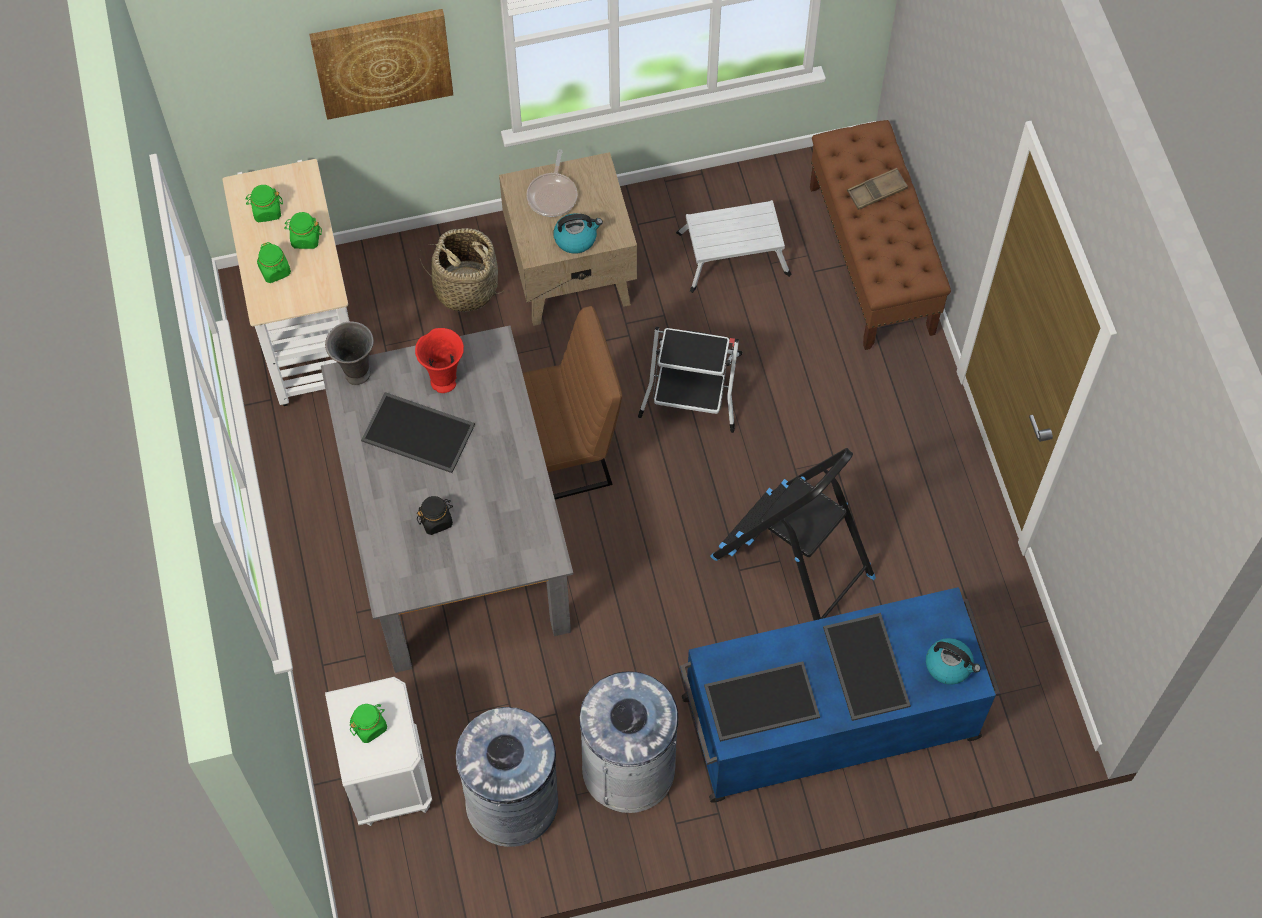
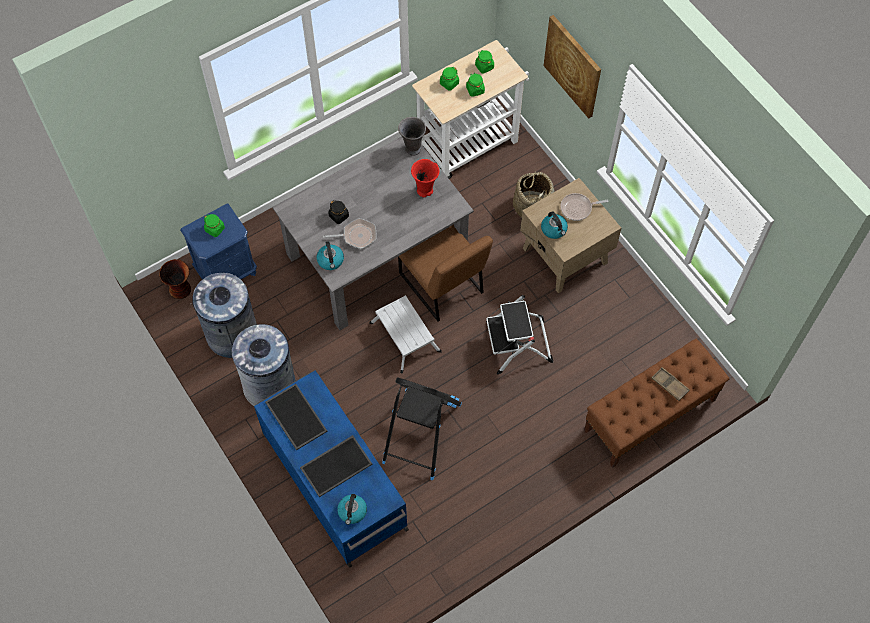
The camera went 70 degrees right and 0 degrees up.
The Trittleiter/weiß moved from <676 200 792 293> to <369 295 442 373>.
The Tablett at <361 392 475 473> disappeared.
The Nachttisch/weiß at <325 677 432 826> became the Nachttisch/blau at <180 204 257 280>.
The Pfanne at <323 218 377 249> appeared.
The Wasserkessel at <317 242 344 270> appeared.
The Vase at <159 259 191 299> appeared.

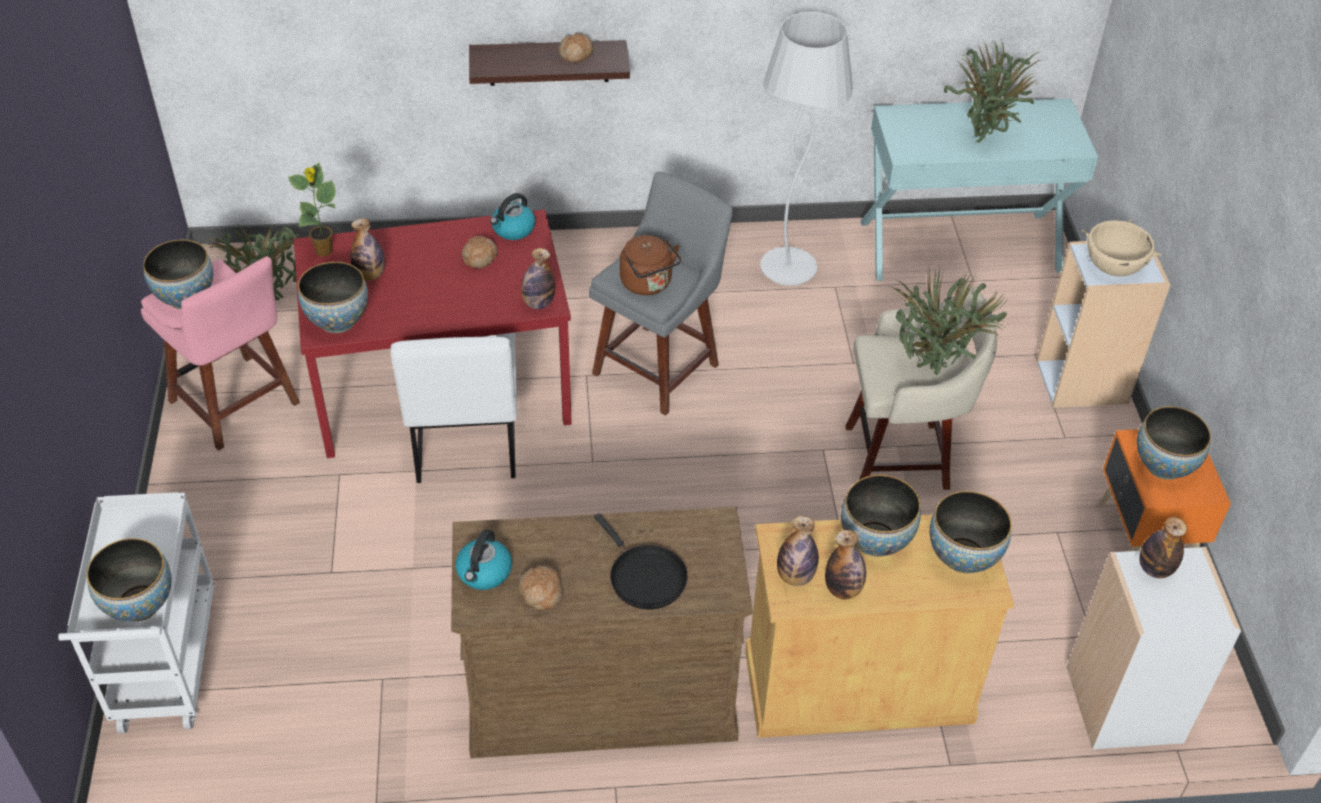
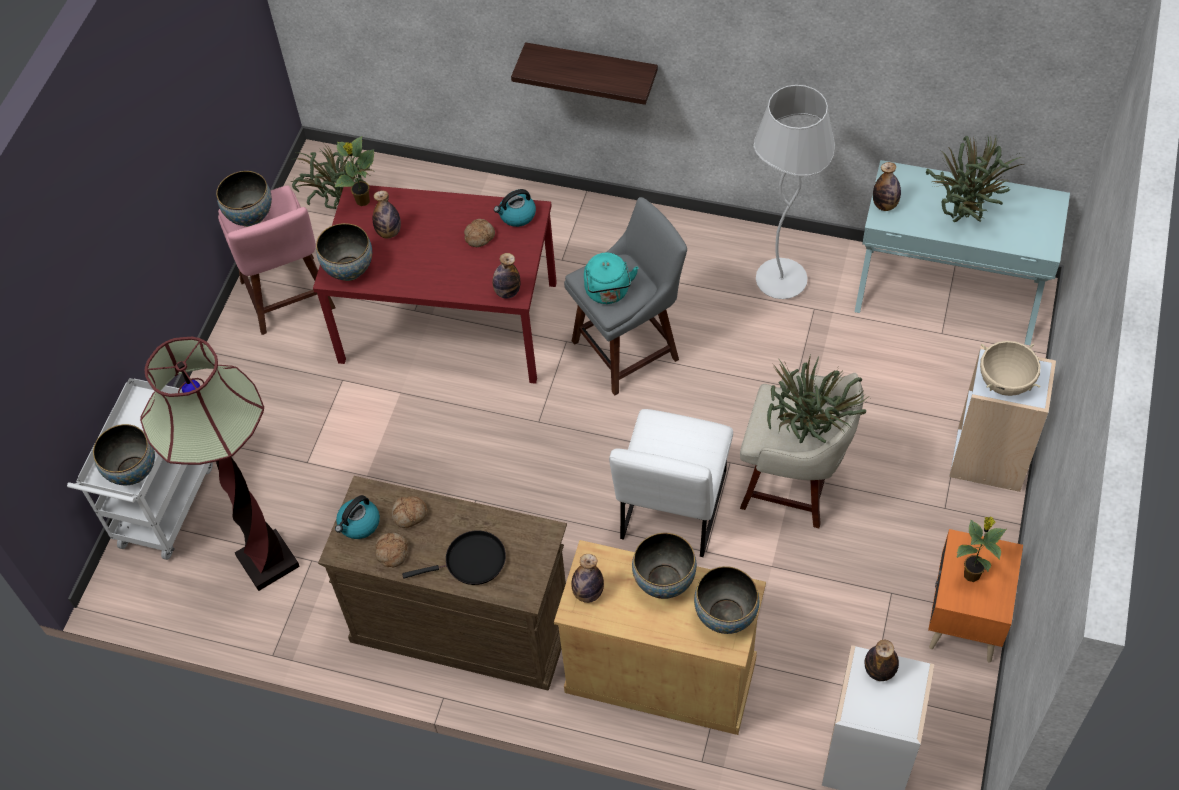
The camera went 25 degrees right and 10 degrees up.
The Brot moved from <559 34 593 63> to <392 496 428 528>.
The Wasserkessel/braun at <620 235 681 295> became the Wasserkessel/türkis at <584 253 638 304>.
The Stuhl/weiß moved from <391 332 517 483> to <609 409 733 557>.
The Schüssel at <1137 406 1211 480> was replaced by the Topfpflanze at <956 517 1007 582>.
The Pfanne/schwarz at <594 513 688 609> turned 90 degrees counterclockwise.
The Flasche moved from <825 530 866 599> to <873 162 901 211>.
The Stehlampe at <140 337 300 591> appeared.

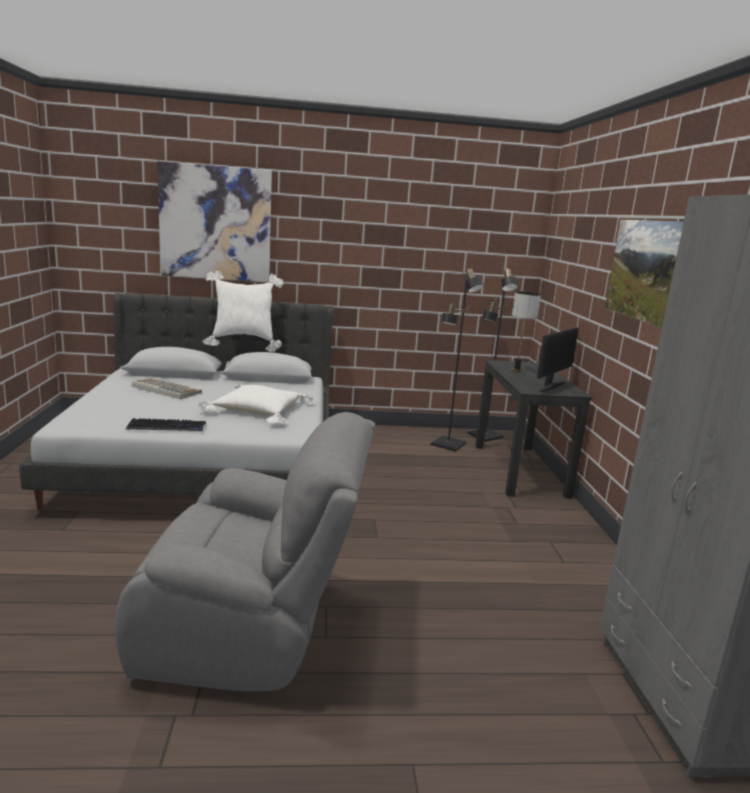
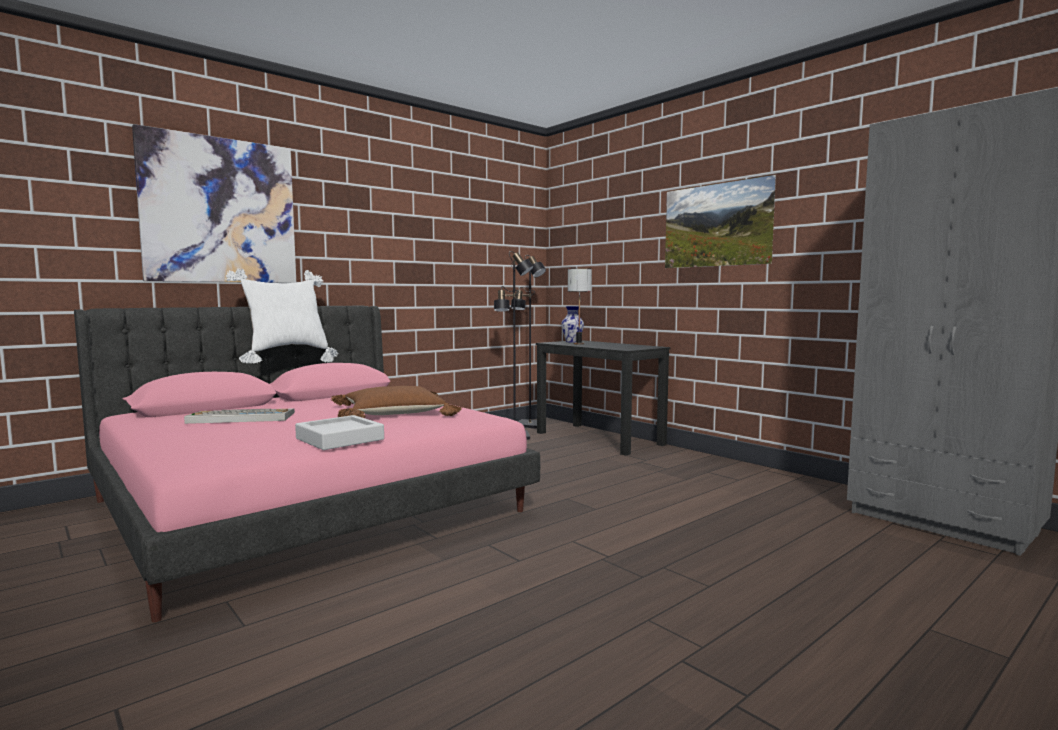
The camera went 35 degrees left and 10 degrees down.
The Bett/grau at <19 293 333 510> became the Bett/rosa at <74 306 540 622>.
The Monitor at <537 327 579 392> disappeared.
The Kissen/weiß at <197 384 315 425> became the Kissen/braun at <331 386 462 418>.
The Sessel/grau at <115 412 375 691> disappeared.
The Tastatur at <126 418 206 431> was replaced by the Tablett/grau at <295 415 384 450>.
The Vase at <561 306 584 343> appeared.

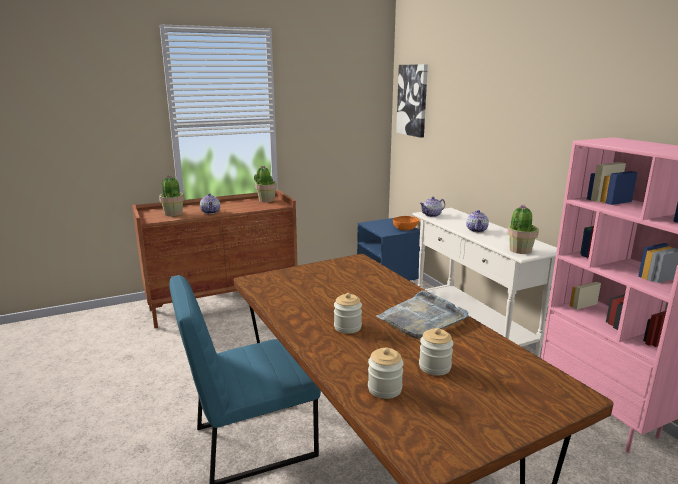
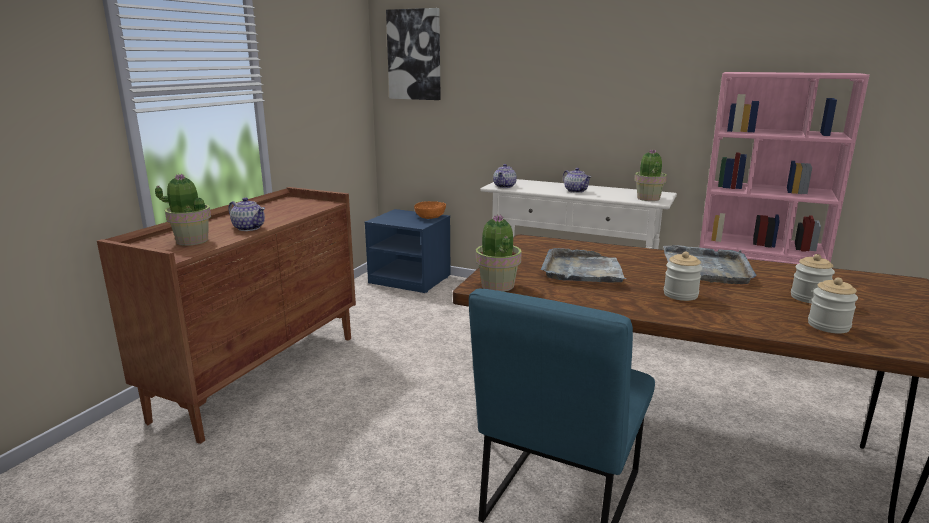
The camera went 40 degrees left and 0 degrees up.
The Topfpflanze moved from <254 165 277 202> to <476 214 522 292>.
The Tablett/grau at <541 248 626 283> appeared.

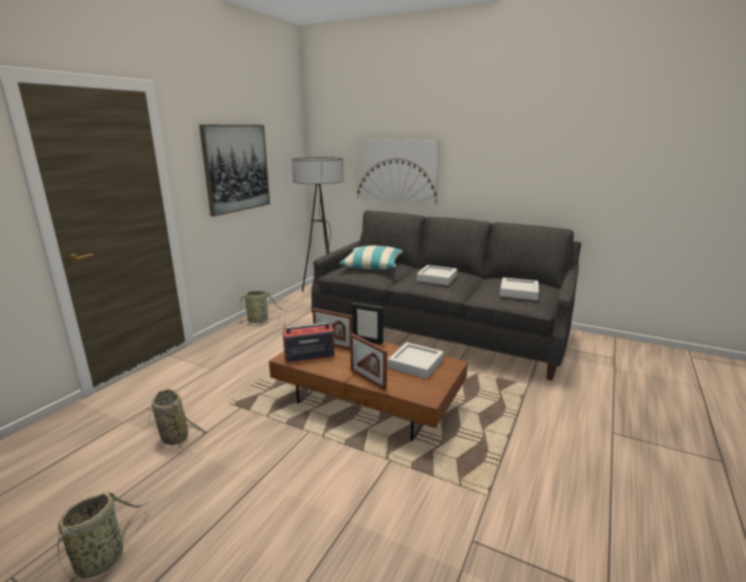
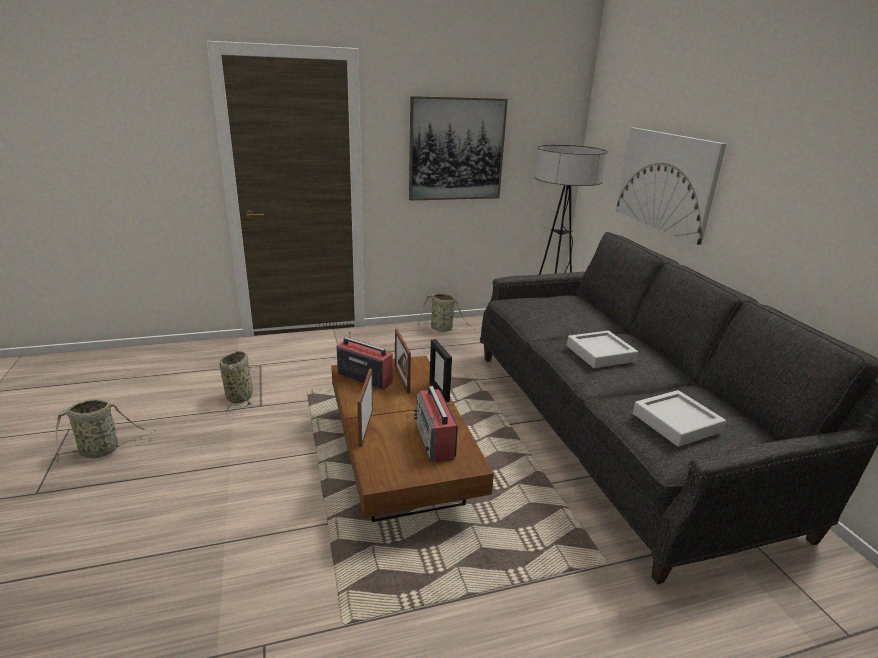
The camera went 45 degrees right and 5 degrees up.
The Kissen at <340 246 402 270> disappeared.
The Tablett/grau at <388 342 444 379> was replaced by the Radio at <414 386 458 463>.

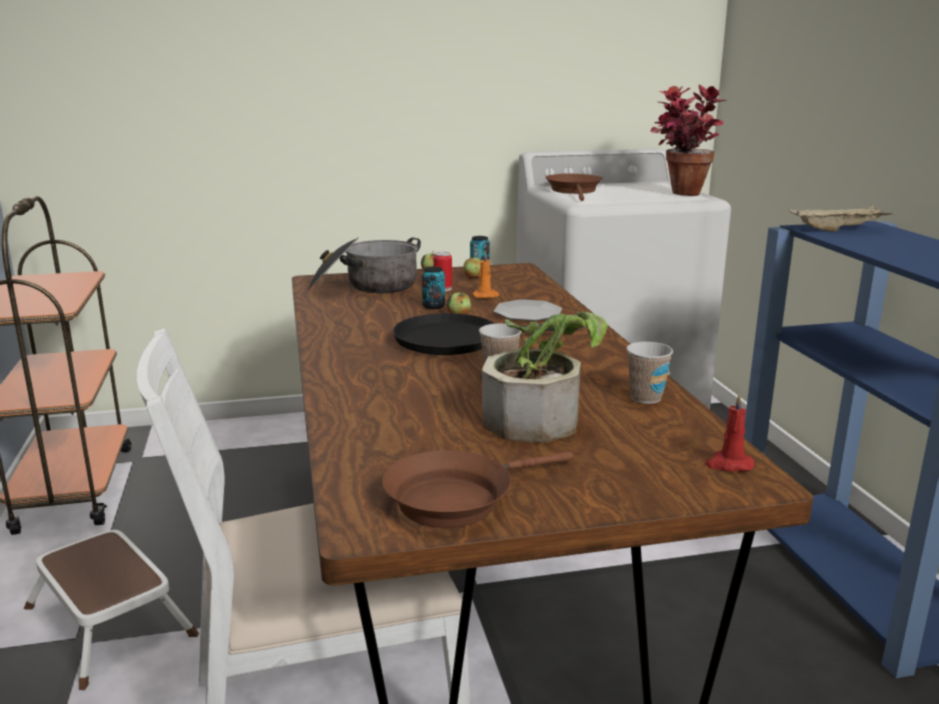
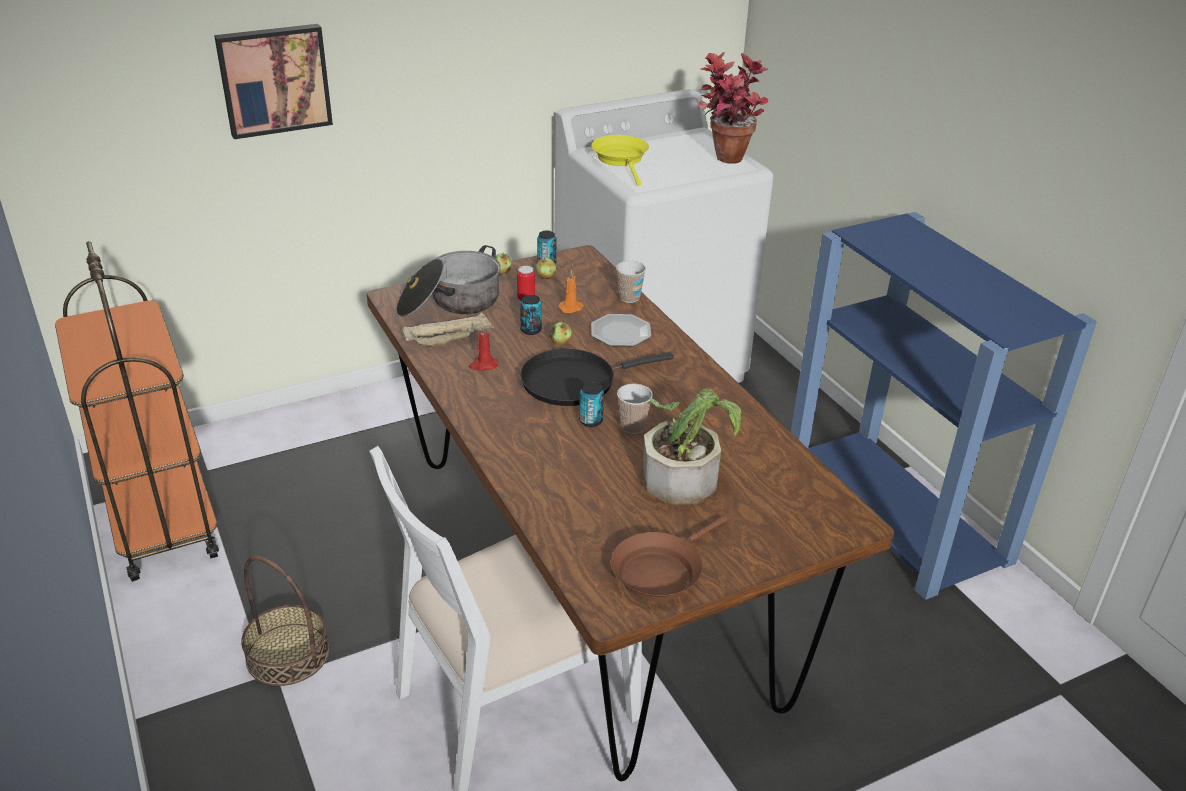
The camera went 15 degrees left and 15 degrees up.
The Pfanne/braun at <545 174 603 201> became the Pfanne/gelb at <591 135 649 186>.
The Tablett/beige moved from <789 205 895 232> to <403 312 494 347>.
The Tasse moved from <626 342 673 404> to <616 261 646 303>.
The Kerze/rot moved from <705 393 755 471> to <469 325 498 371>.
The Trittleiter/braun at <24 530 199 690> was replaced by the Korb at <241 556 330 686>.
The Bild at <214 24 333 139> appeared.
The Dose at <579 382 604 427> appeared.

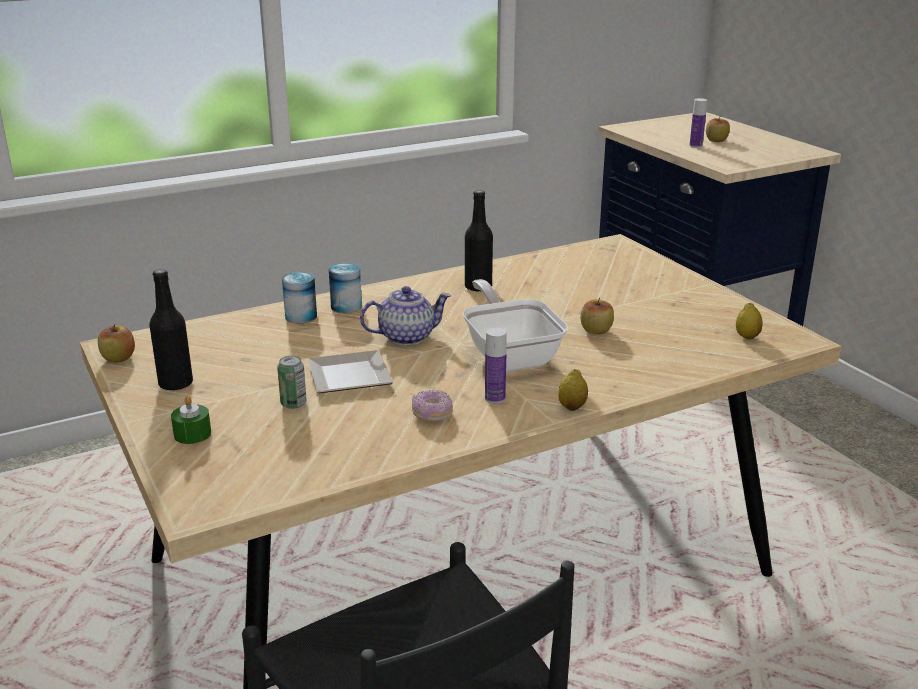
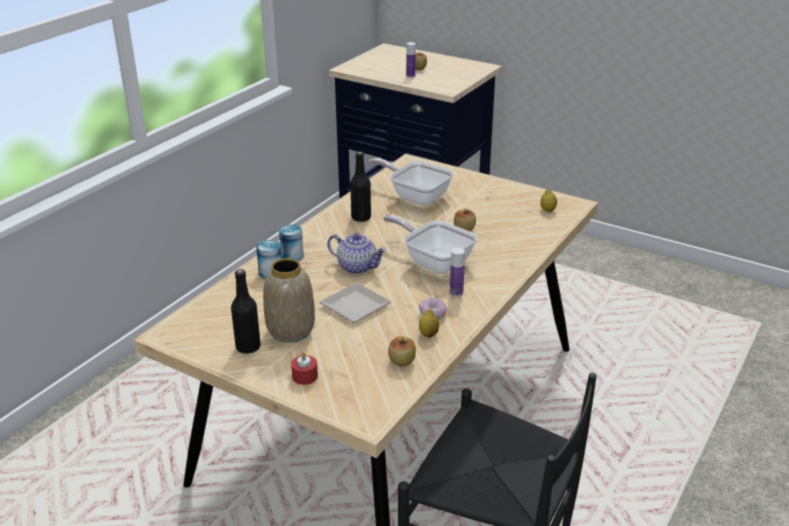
The camera went 30 degrees left and 5 degrees up.
The Teekanne at <360 286 451 345> turned 75 degrees clockwise.
The Apfel moved from <98 324 135 363> to <388 336 416 366>.
The Dose at <277 356 307 409> disappeared.
The Zitrone moved from <558 369 588 411> to <419 309 439 338>.
The Kerze/grün at <171 396 211 444> became the Kerze/rot at <291 352 318 385>.
The Pfanne at <369 158 454 206> appeared.
The Vase at <263 258 315 343> appeared.

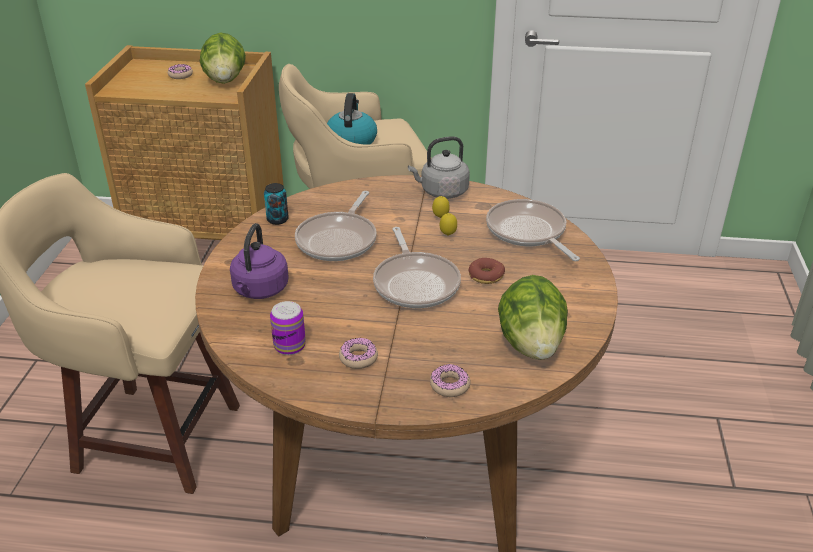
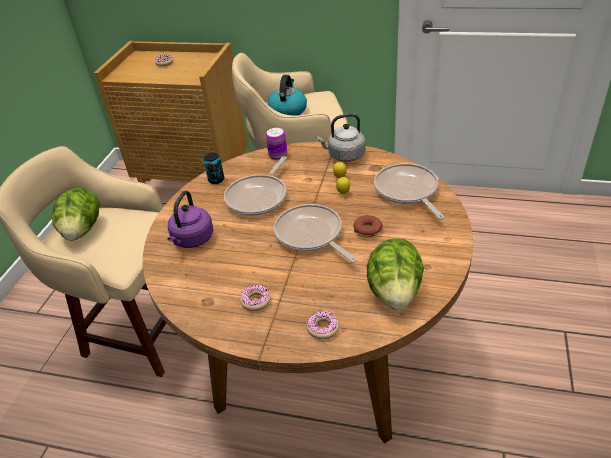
The camera went 10 degrees right and 5 degrees up.
The Salatkopf moved from <200 32 246 84> to <51 188 100 241>.
The Pfanne at <373 227 461 308> turned 150 degrees clockwise.
The Dose moved from <270 301 306 355> to <266 128 287 160>.

